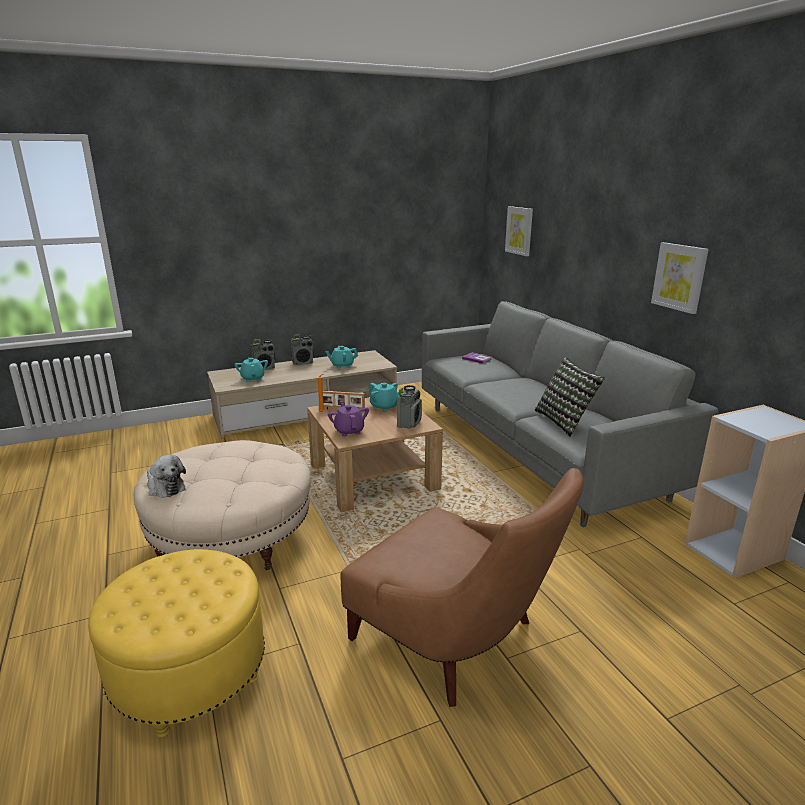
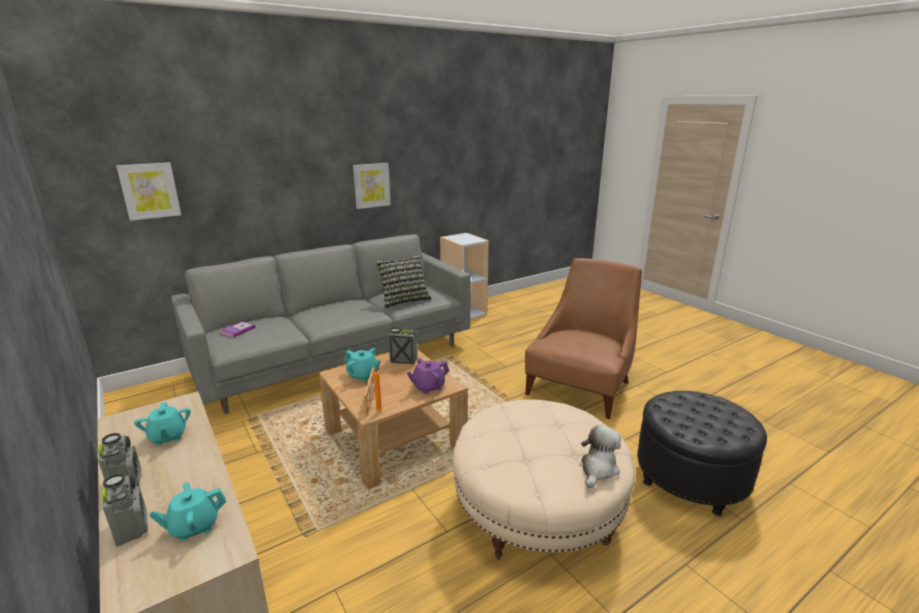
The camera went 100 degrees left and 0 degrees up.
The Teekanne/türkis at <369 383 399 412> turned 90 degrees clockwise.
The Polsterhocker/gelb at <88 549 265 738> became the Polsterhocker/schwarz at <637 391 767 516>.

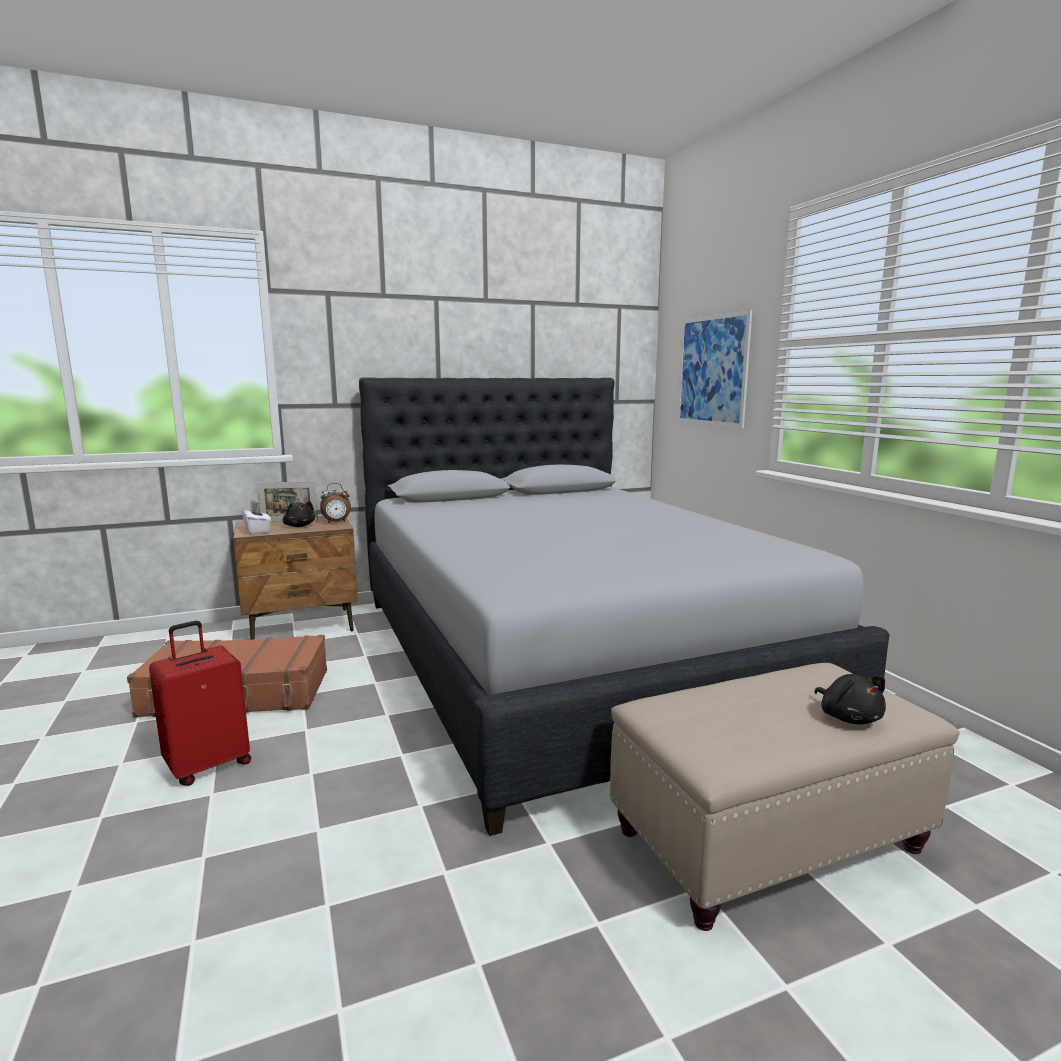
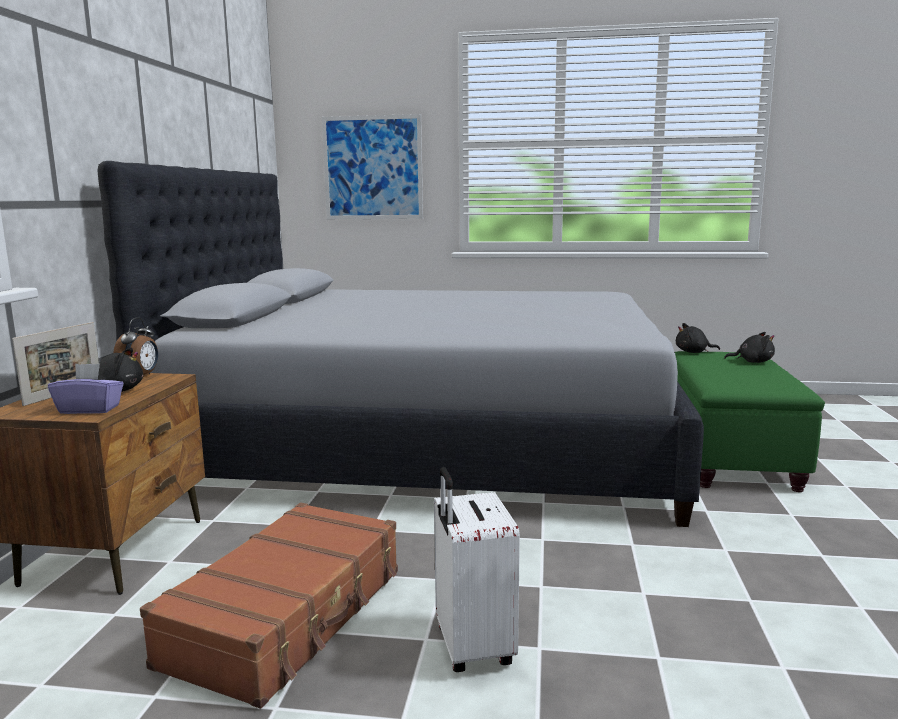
The camera went 60 degrees left and 0 degrees up.
The Taschentuchbox/weiß at <242 504 271 535> became the Taschentuchbox/lila at <48 364 124 414>.
The Koffer/rot at <149 621 251 786> became the Koffer/weiß at <434 467 520 672>.
The Polsterhocker/beige at <610 663 960 931> became the Polsterhocker/grün at <675 351 825 492>.
The Plüschtier/schwarz at <676 323 720 353> appeared.

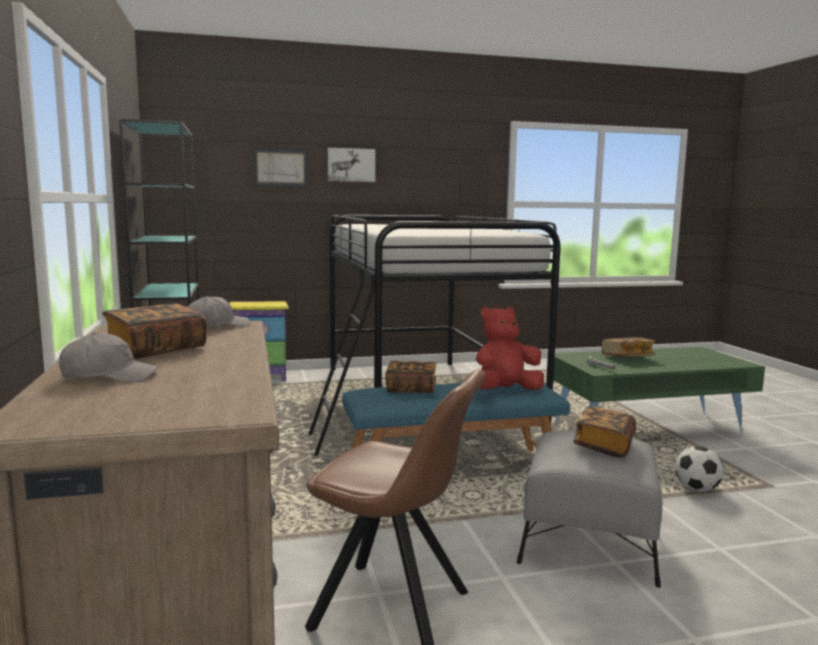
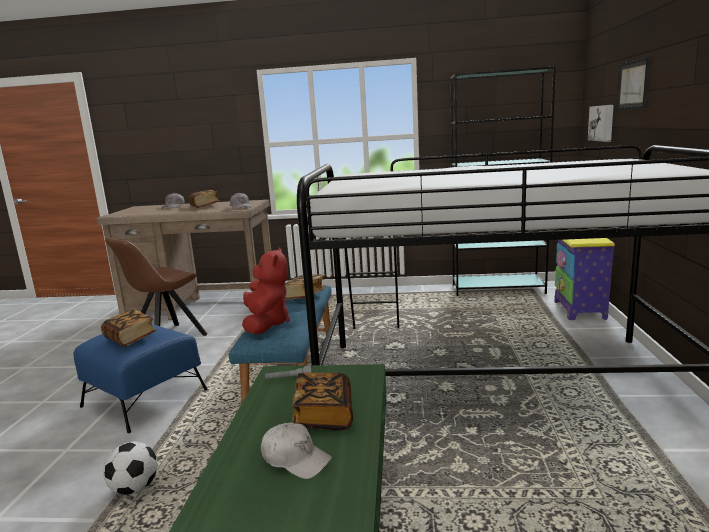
The camera went 110 degrees right and 5 degrees up.
The Bild moved from <328 148 375 182> to <588 105 614 142>.
The Polsterhocker/grau at <517 431 662 588> became the Polsterhocker/blau at <73 324 208 433>.
The Kappe/weiß at <261 422 332 479> appeared.

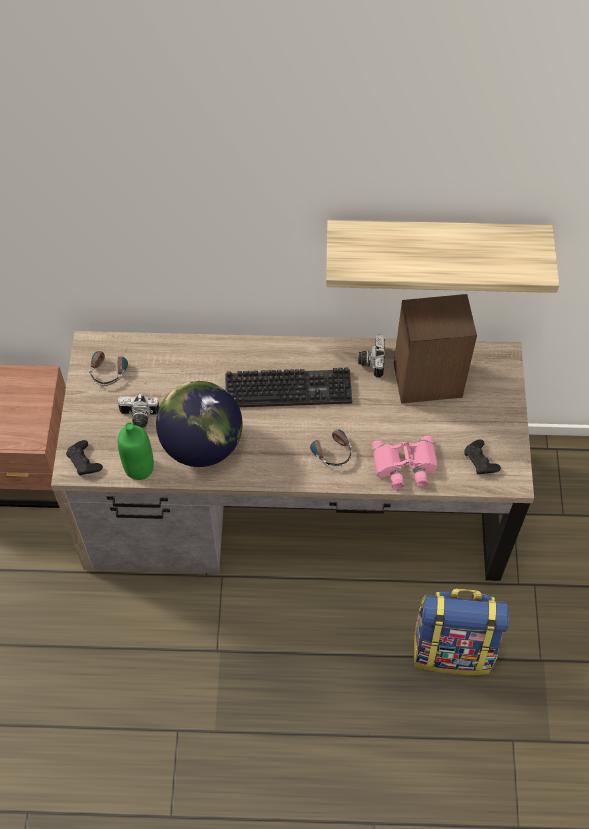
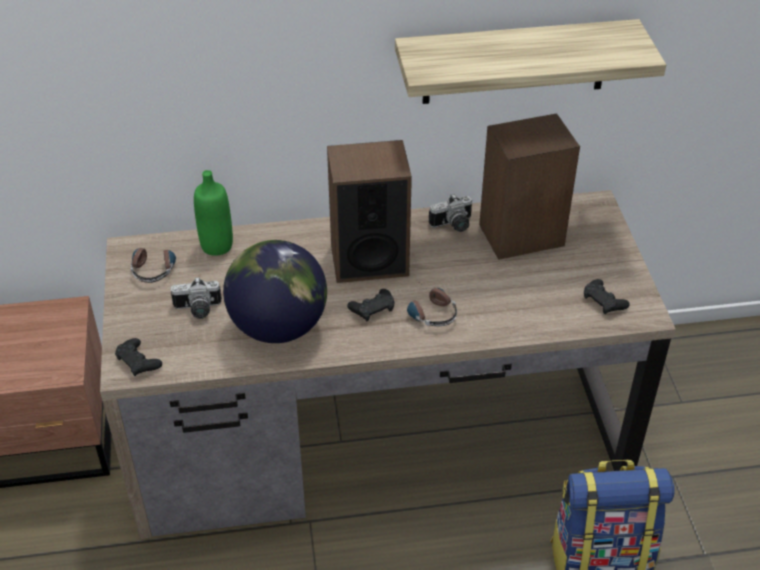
The camera went 10 degrees left and 15 degrees down.
The Kamera at <358 335 385 378> turned 105 degrees counterclockwise.
The Tastatur at <225 368 352 407> was replaced by the Lautsprecher at <327 140 412 283>.
The Flasche/grün moved from <118 422 154 480> to <194 170 233 256>.
The Fernglas/rosa at <372 435 438 489> disappeared.
The Gamepad/schwarz at <347 289 394 321> appeared.

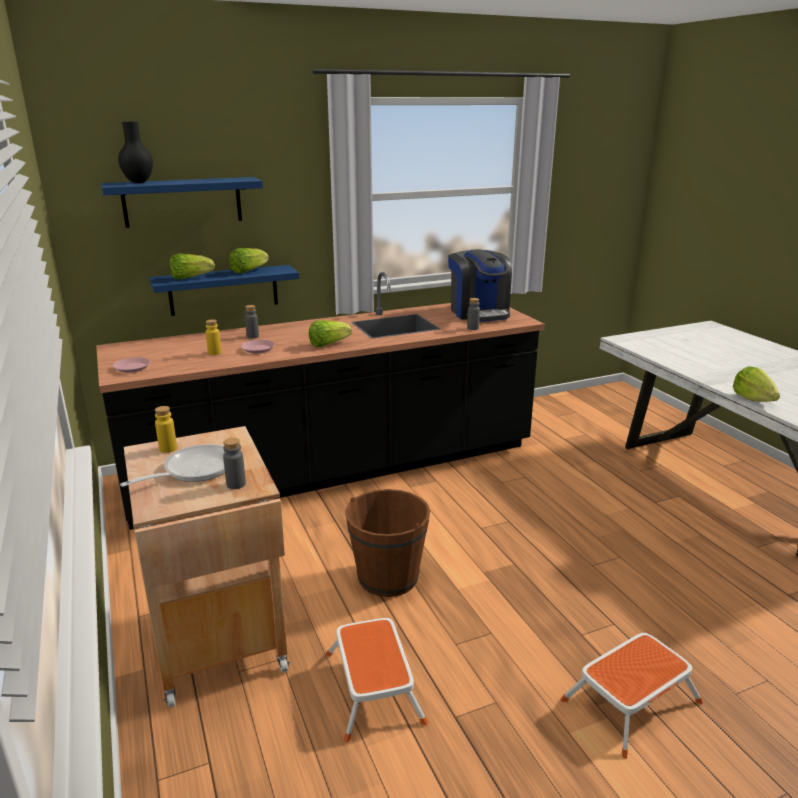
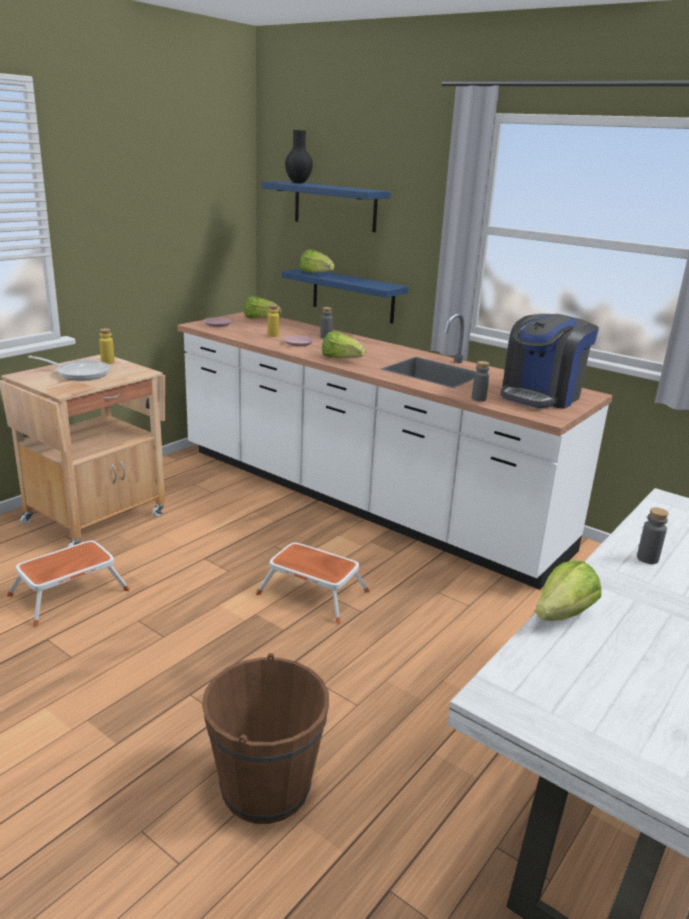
The camera went 60 degrees right and 0 degrees up.
The Salatkopf moved from <229 248 269 273> to <244 296 282 319>.
The Küchenzeile/schwarz at <96 272 545 530> became the Küchenzeile/weiß at <177 312 613 590>.
The Flasche/grau moved from <223 438 246 489> to <637 508 669 564>.
The Eimer/braun moved from <345 489 430 597> to <202 653 329 824>.
The Trittleiter/orange moved from <561 633 703 759> to <256 543 370 624>.

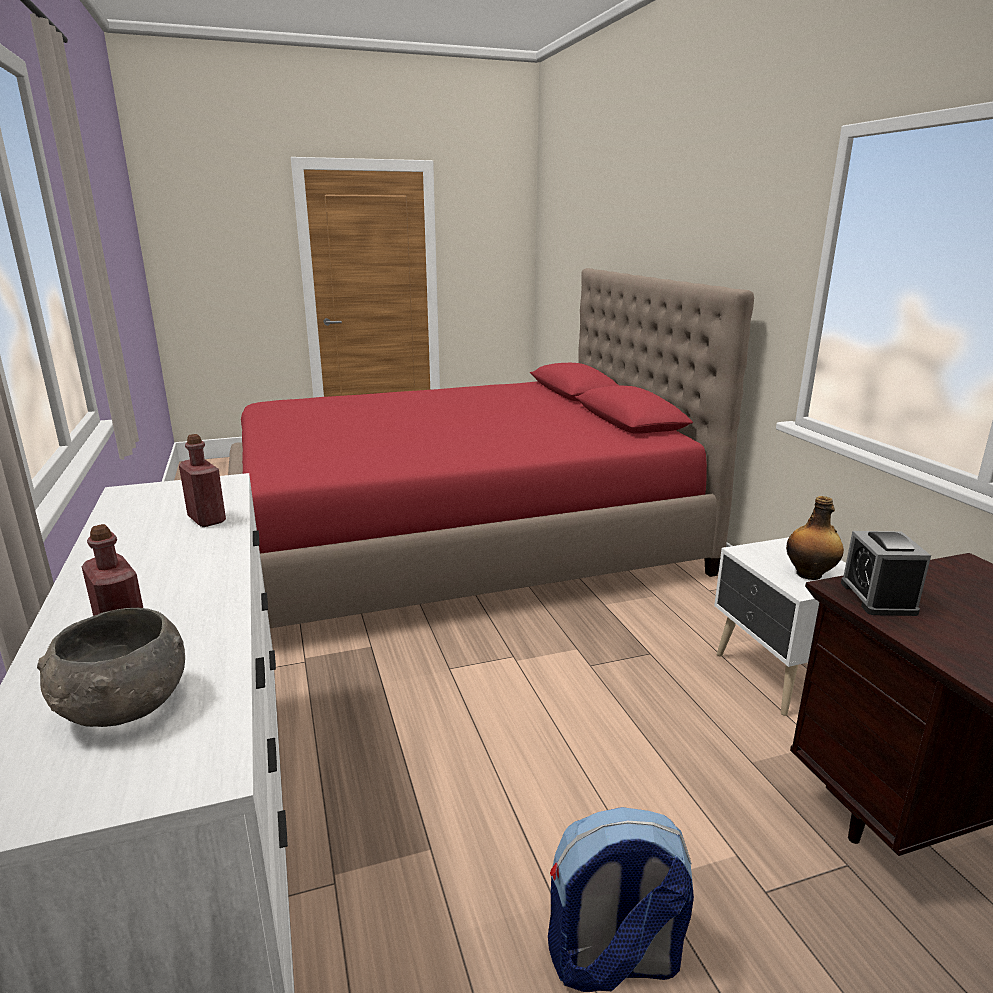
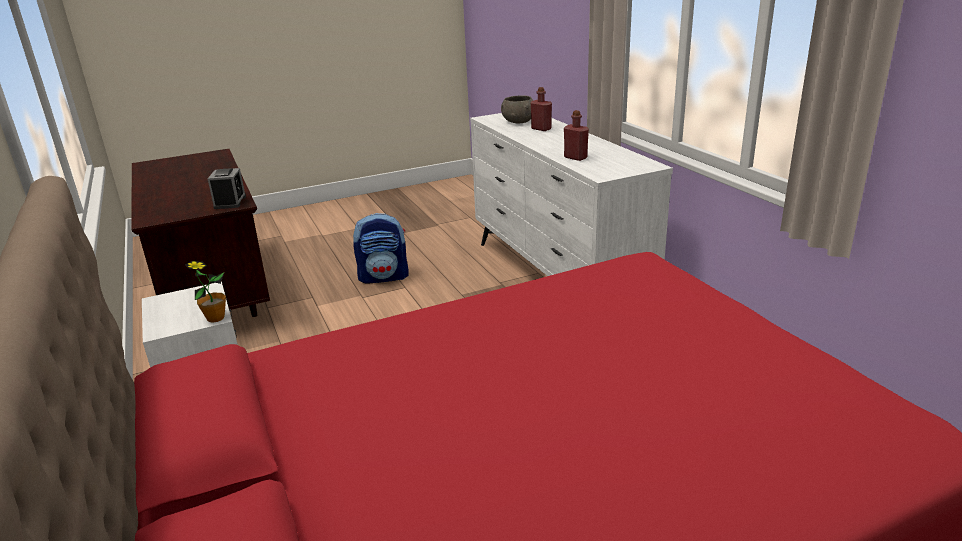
The camera went 175 degrees right and 5 degrees up.
The Flasche at <786 496 844 580> disappeared.
The Topfpflanze at <185 261 226 323> appeared.

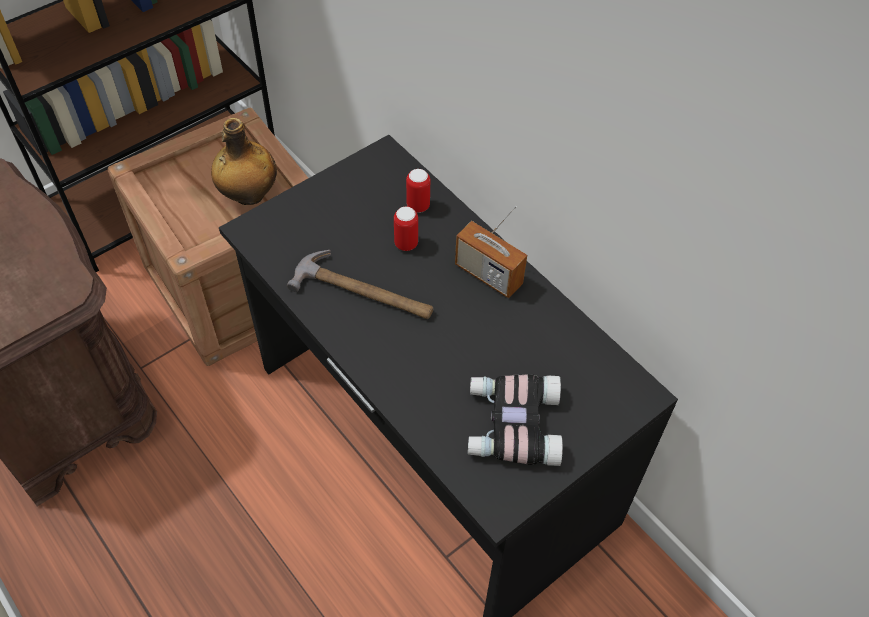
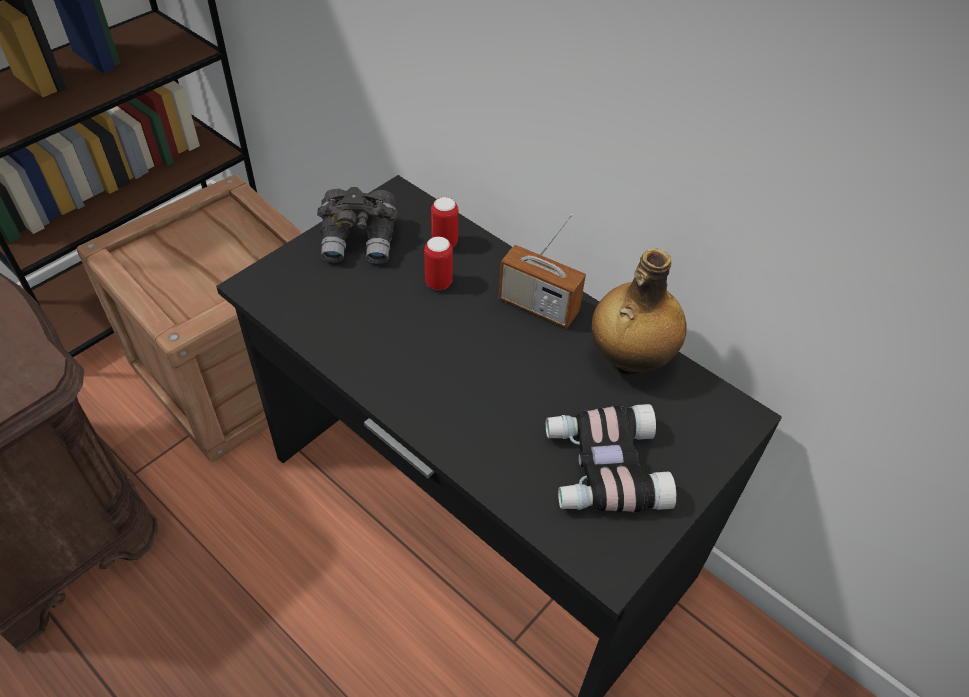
The camera went 10 degrees left and 5 degrees down.
The Flasche moved from <211 118 277 205> to <591 248 687 375>.
The Hammer at <287 250 434 319> disappeared.
The Fernglas/grau at <317 187 397 264> appeared.

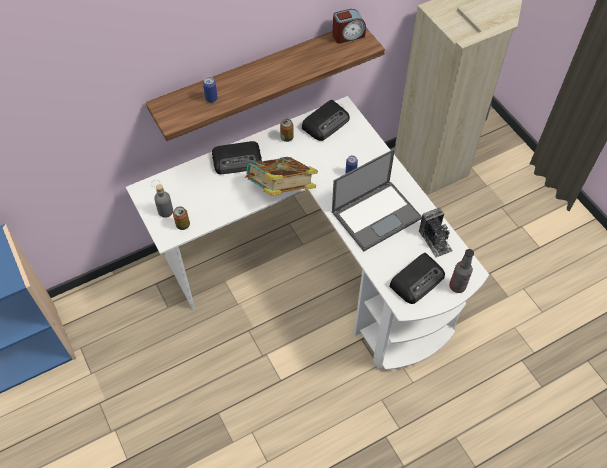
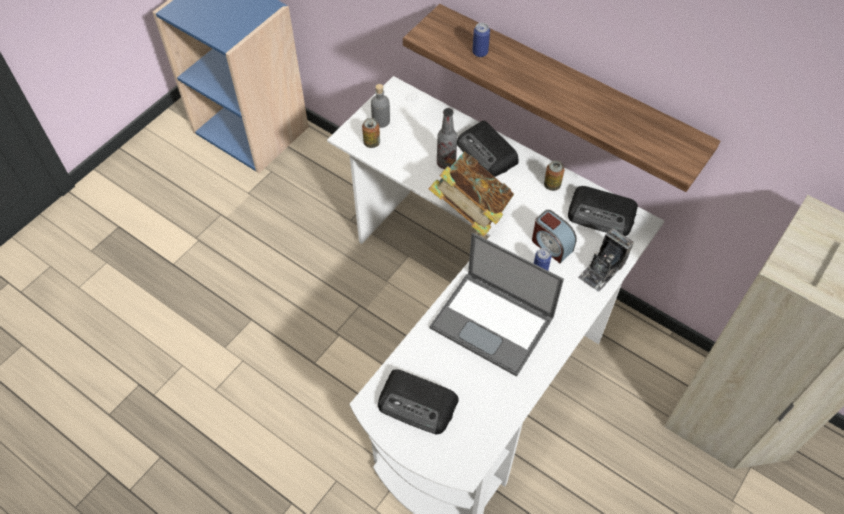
The camera went 65 degrees right and 0 degrees up.
The Wecker moved from <332 9 366 44> to <532 210 577 263>.
The Kamera moved from <419 208 452 258> to <578 228 634 292>.
The Flasche moved from <449 249 474 293> to <437 108 457 169>.

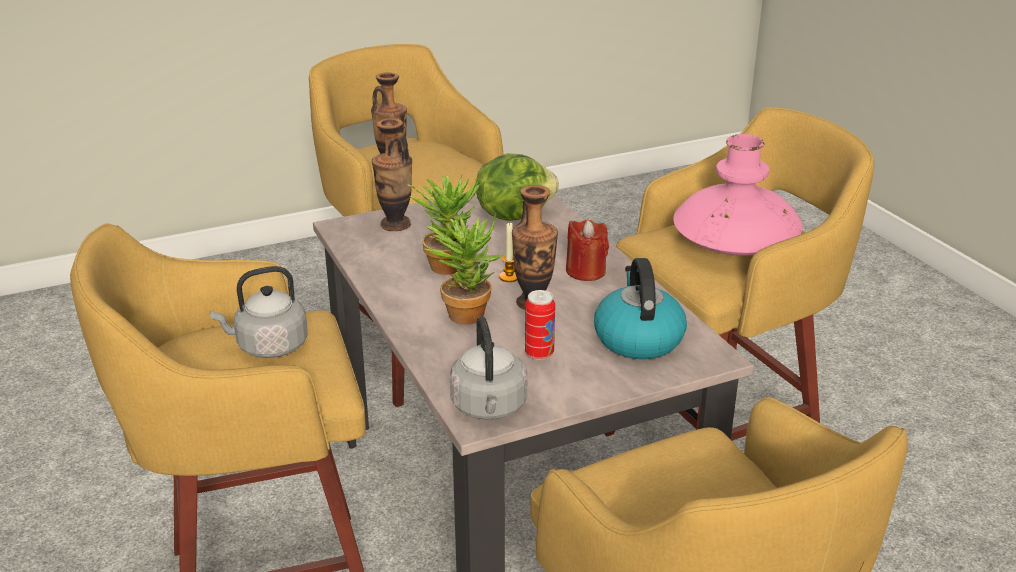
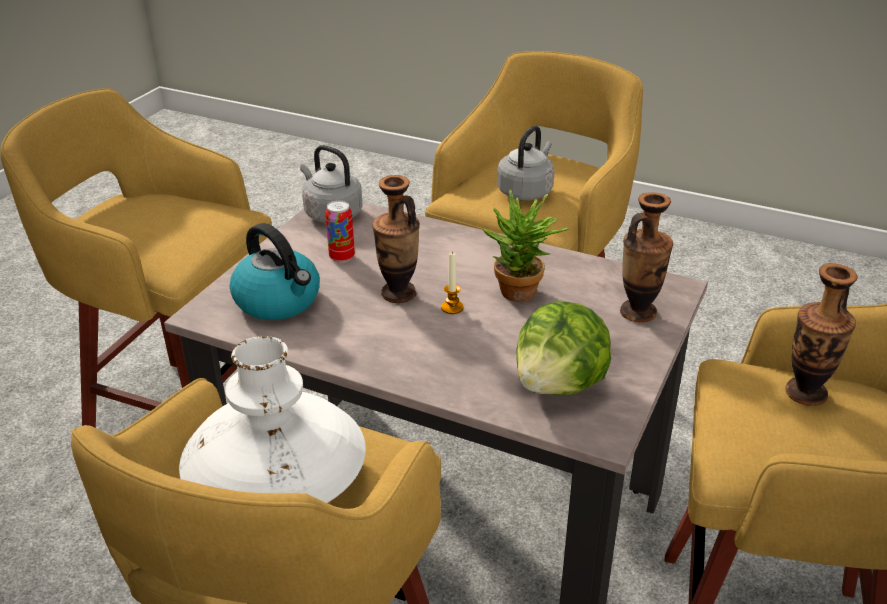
The camera went 140 degrees right and 5 degrees up.
The Vase/rosa at <673 134 803 256> became the Vase/weiß at <179 336 366 503>.
The Topfpflanze at <425 214 502 325> disappeared.
The Kerze/rot at <566 220 609 281> disappeared.

